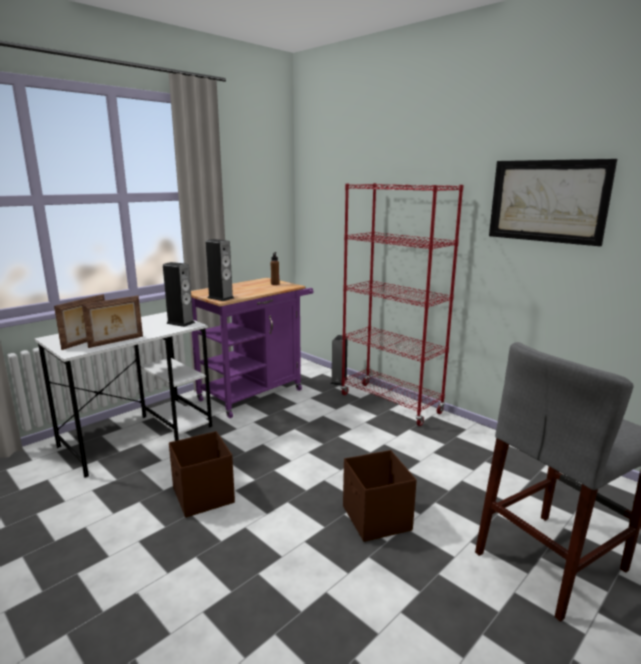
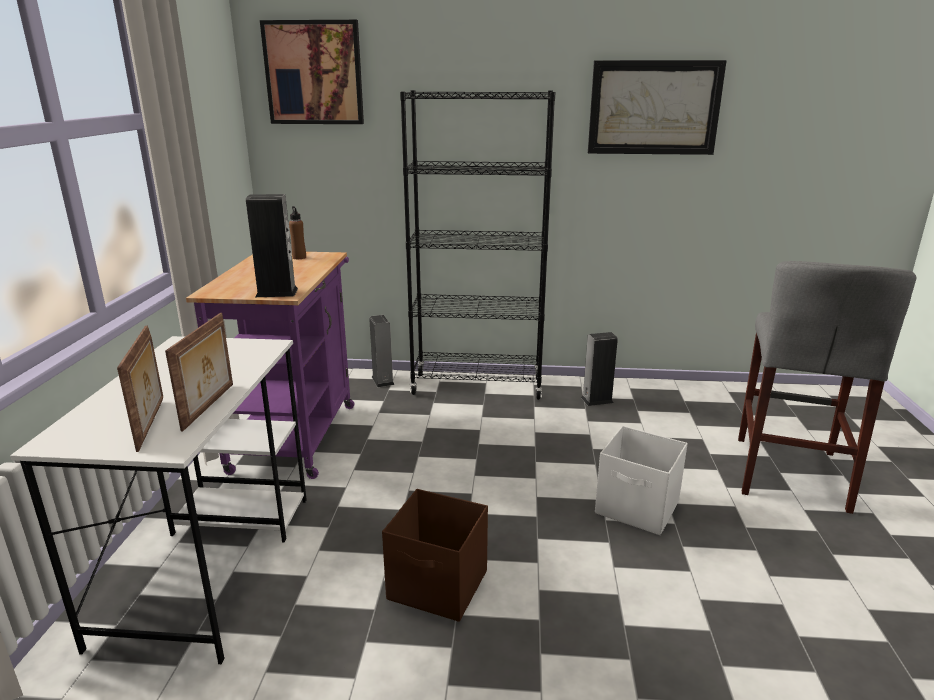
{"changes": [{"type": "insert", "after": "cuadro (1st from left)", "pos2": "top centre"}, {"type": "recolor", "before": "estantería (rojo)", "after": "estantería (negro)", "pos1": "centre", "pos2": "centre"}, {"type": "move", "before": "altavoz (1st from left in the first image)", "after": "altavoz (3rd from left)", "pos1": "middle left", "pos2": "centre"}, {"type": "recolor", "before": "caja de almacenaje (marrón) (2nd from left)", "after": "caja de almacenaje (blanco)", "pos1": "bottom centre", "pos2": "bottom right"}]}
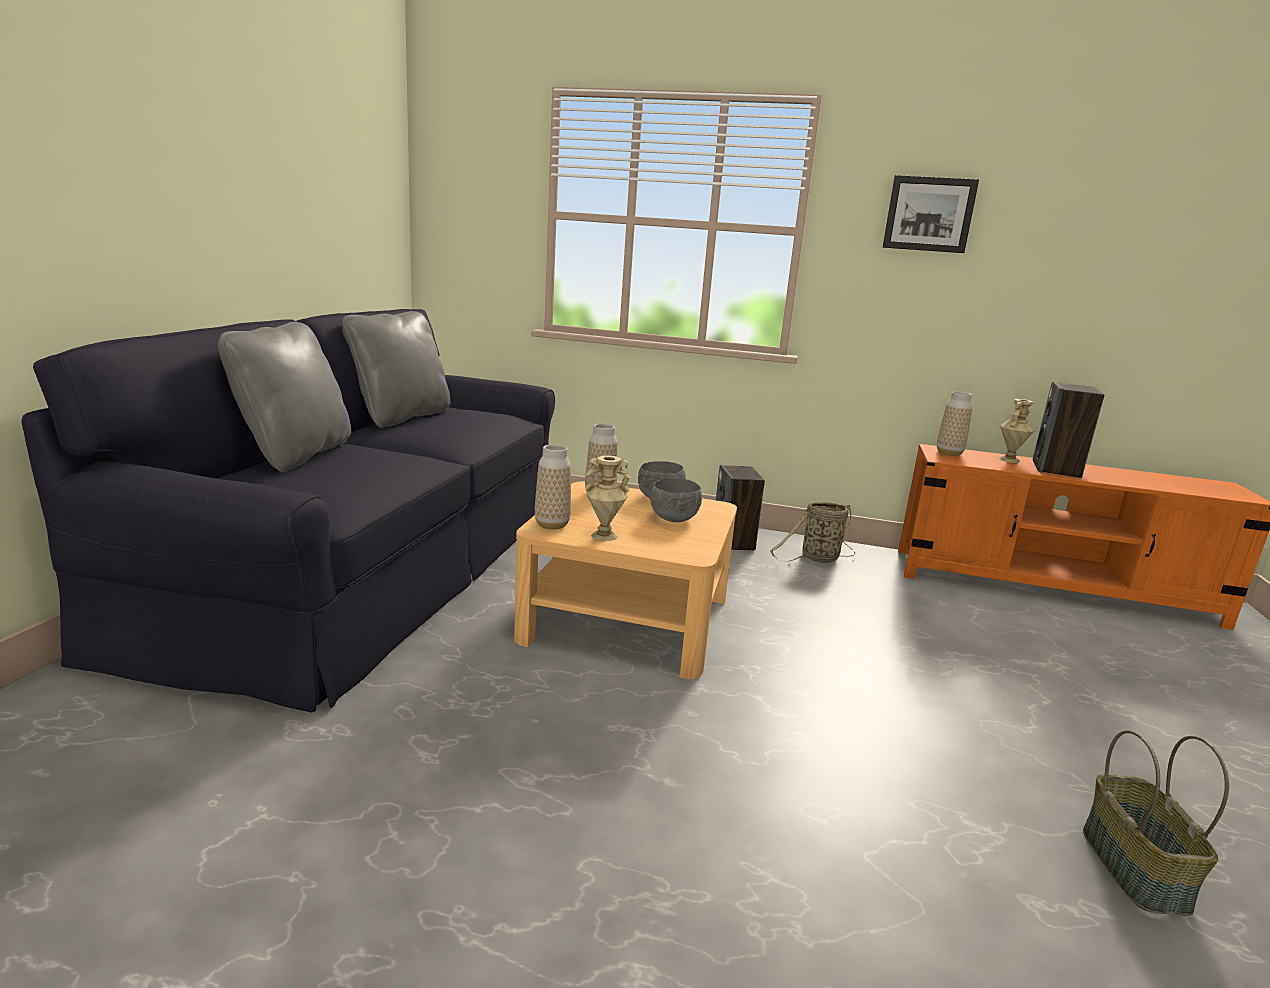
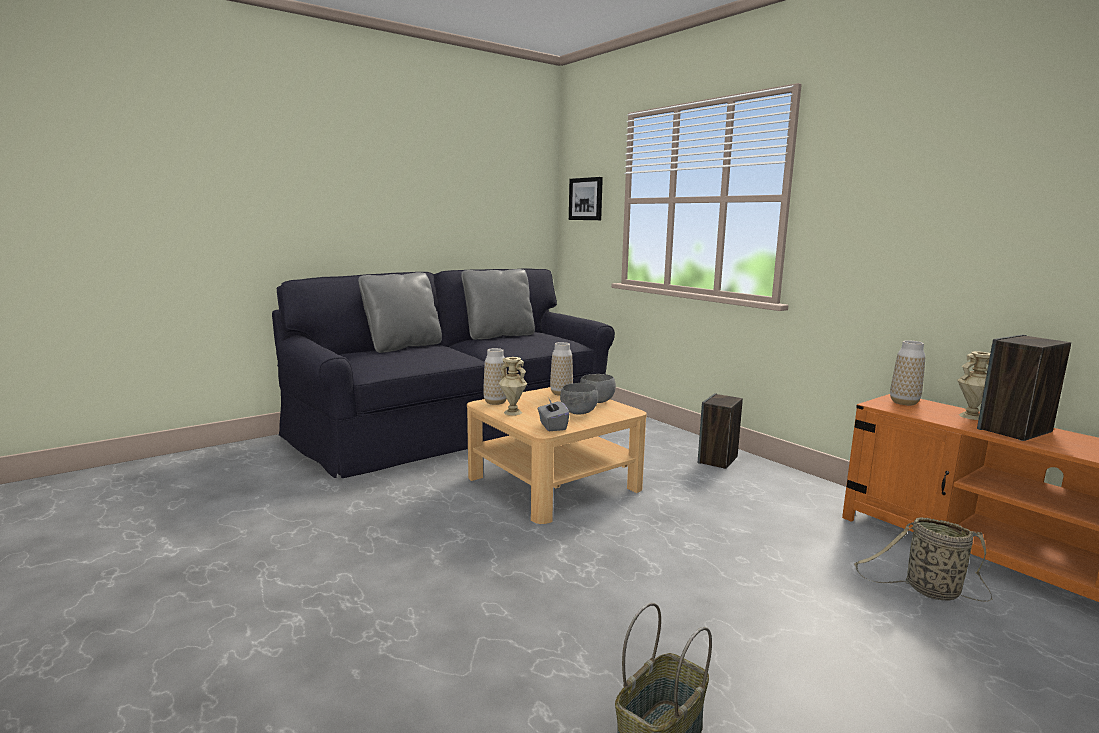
{"changes": [{"type": "insert", "after": "caja de pañuelos (gris)", "pos2": "centre"}, {"type": "move", "before": "cuadro", "pos1": "top right", "pos2": "top centre"}, {"type": "move", "before": "cesta (1st from left in the first image)", "after": "cesta (2nd from left)", "pos1": "centre", "pos2": "bottom right"}]}
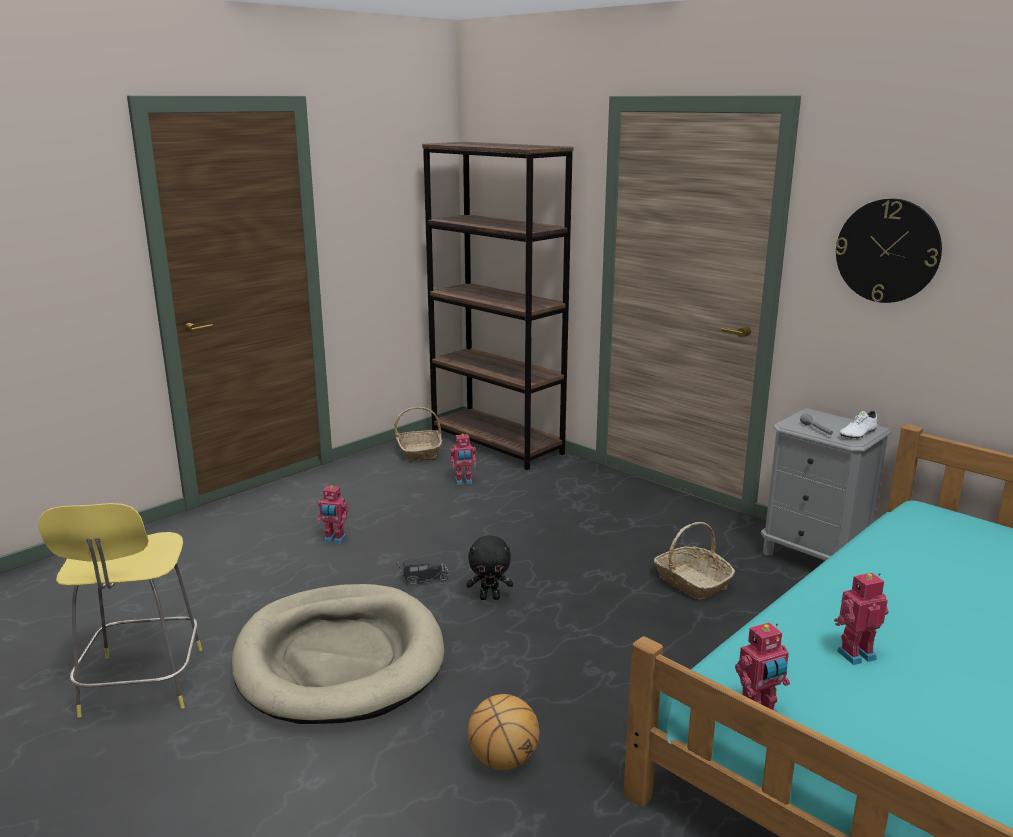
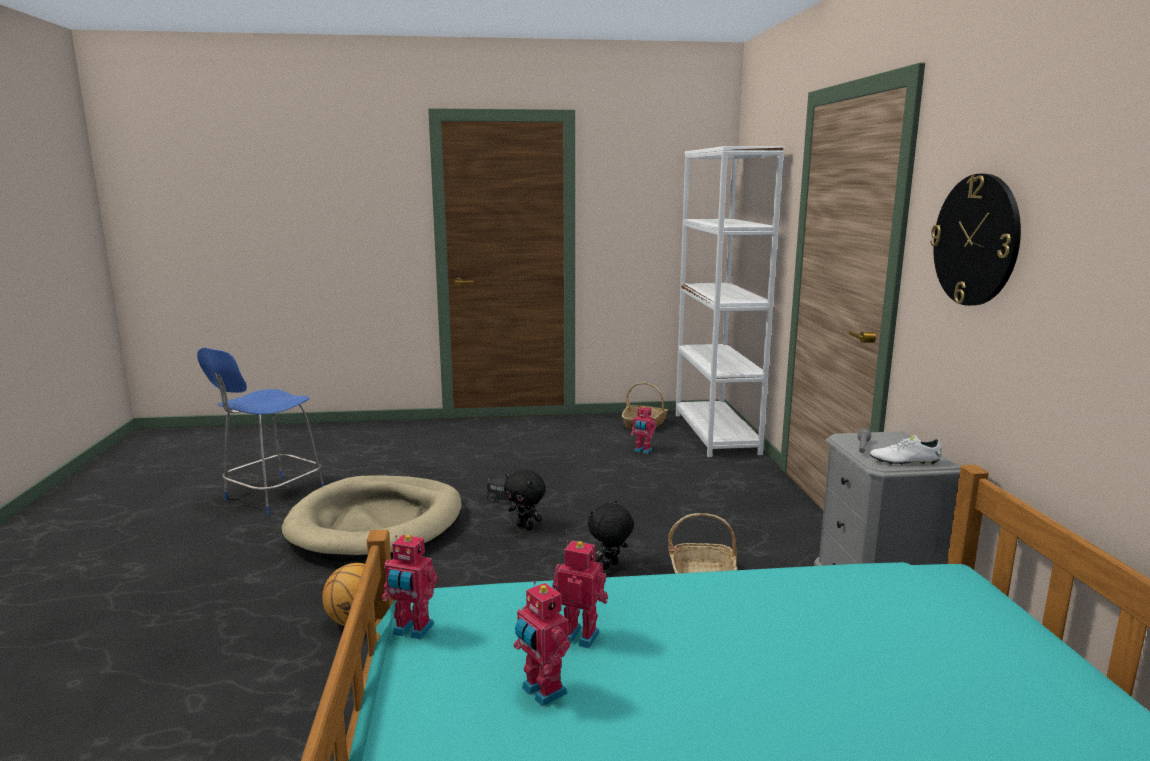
{"changes": [{"type": "recolor", "before": "taburete (amarillo)", "after": "taburete (azul)", "pos1": "bottom left", "pos2": "middle left"}, {"type": "move", "before": "robot de juguete (1st from left in the first image)", "after": "robot de juguete (2nd from left)", "pos1": "middle left", "pos2": "bottom centre"}, {"type": "insert", "after": "peluche (negro) (2nd from left)", "pos2": "bottom centre"}, {"type": "recolor", "before": "estantería (marrón)", "after": "estantería (blanco)", "pos1": "centre", "pos2": "centre"}]}
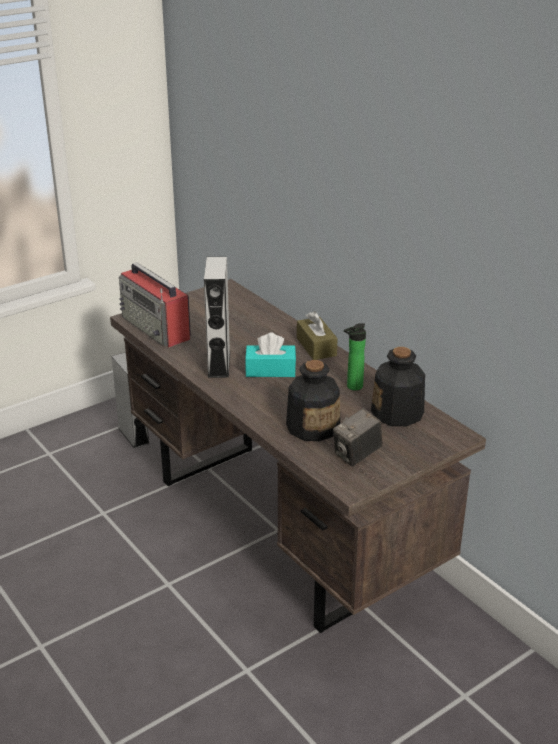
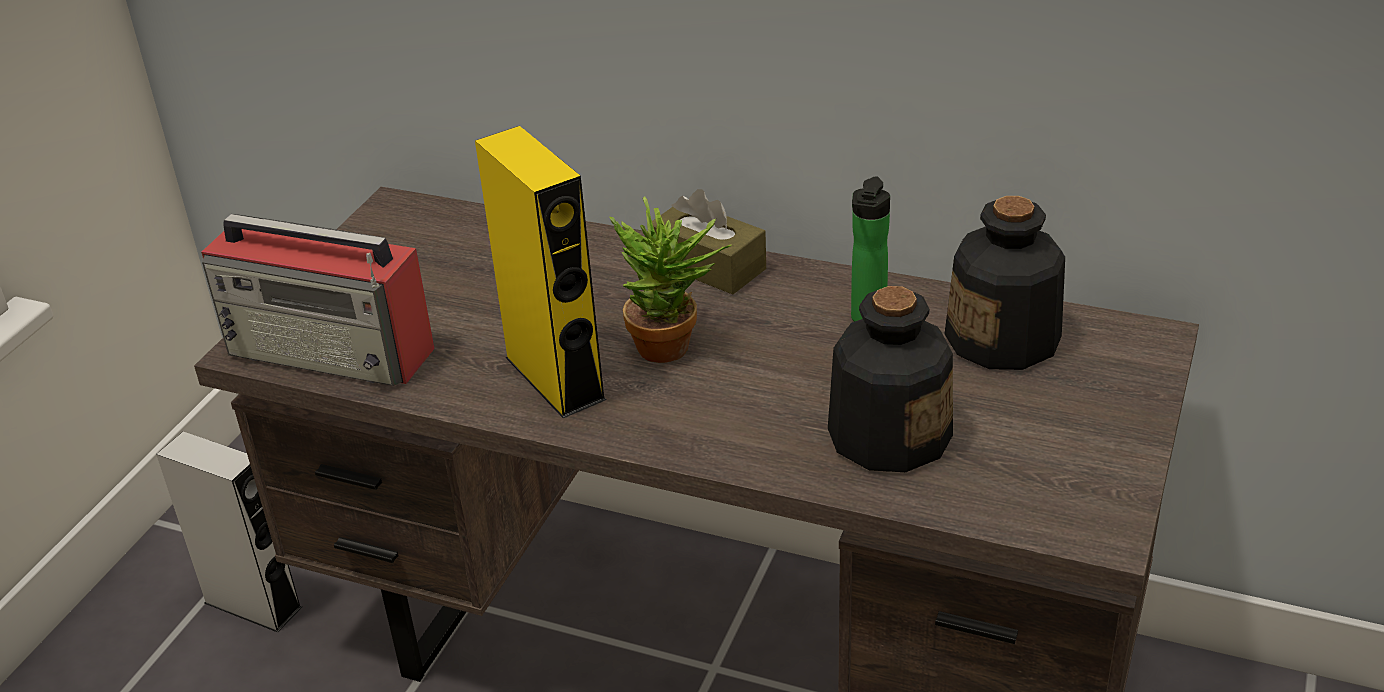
{"changes": [{"type": "recolor", "before": "altavoz (gris) (2nd from left)", "after": "altavoz (amarillo)", "pos1": "centre", "pos2": "centre"}, {"type": "replace", "before": "caja de pañuelos (turquesa)", "after": "planta en maceta", "pos1": "centre", "pos2": "centre"}, {"type": "delete", "before": "cámara", "pos1": "centre"}]}
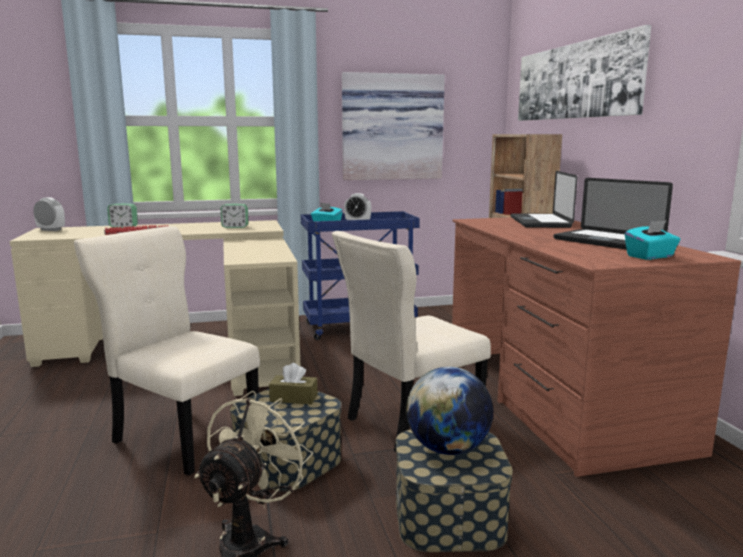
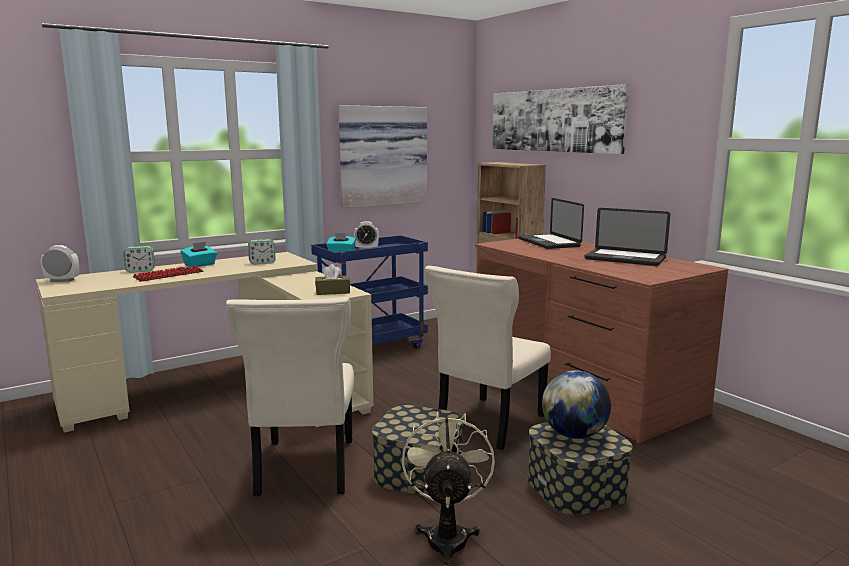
{"changes": [{"type": "move", "before": "caja de pañuelos (turquesa) (2nd from left in the first image)", "after": "caja de pañuelos (turquesa) (1st from left)", "pos1": "middle right", "pos2": "middle left"}, {"type": "rotate", "before": "silla (beis) (1st from left)", "pos1": "middle left", "pos2": "bottom centre", "turn": -105}, {"type": "move", "before": "caja de pañuelos (marrón)", "pos1": "bottom centre", "pos2": "centre"}]}
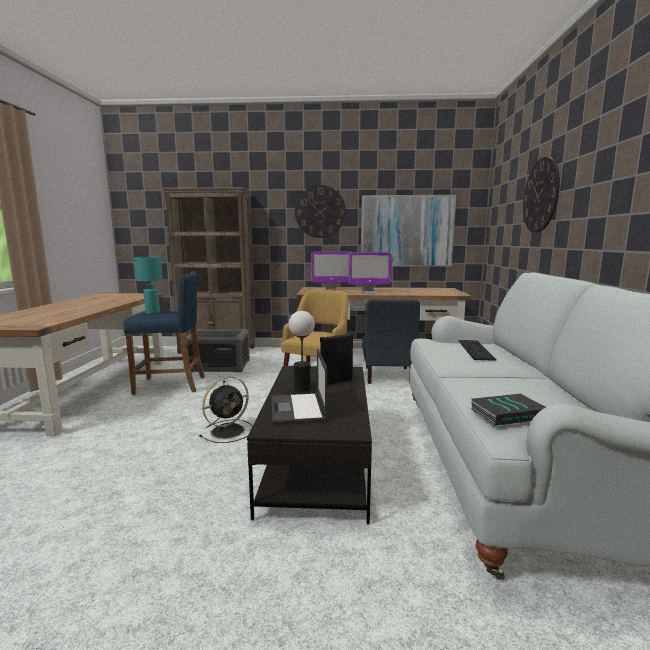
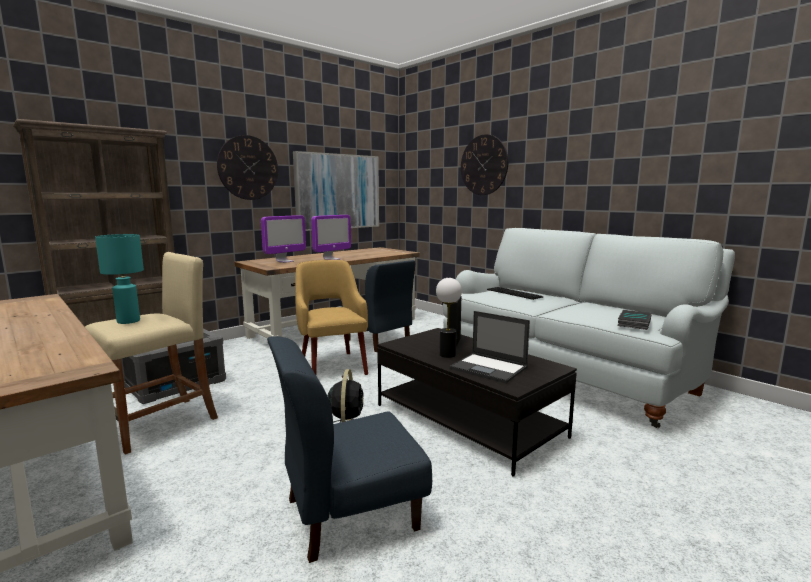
{"changes": [{"type": "recolor", "before": "taburete (azul)", "after": "taburete (beis)", "pos1": "middle left", "pos2": "middle left"}, {"type": "insert", "after": "silla (azul) (1st from left)", "pos2": "bottom centre"}]}
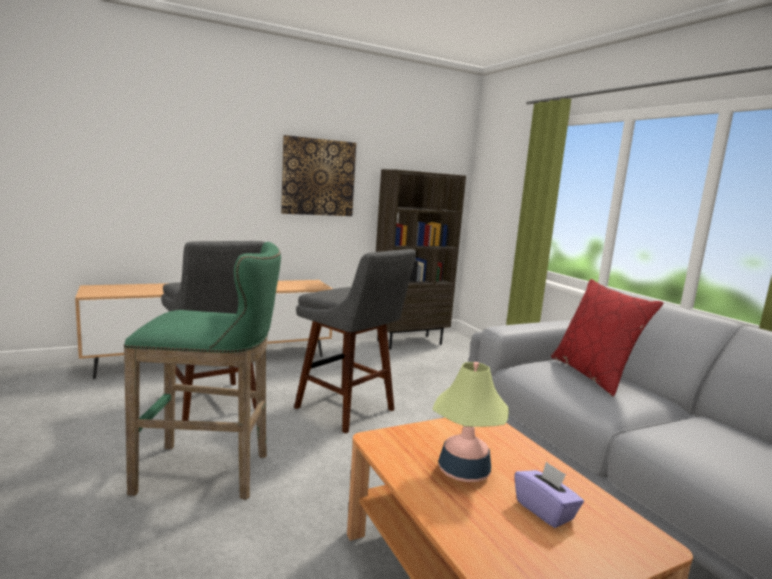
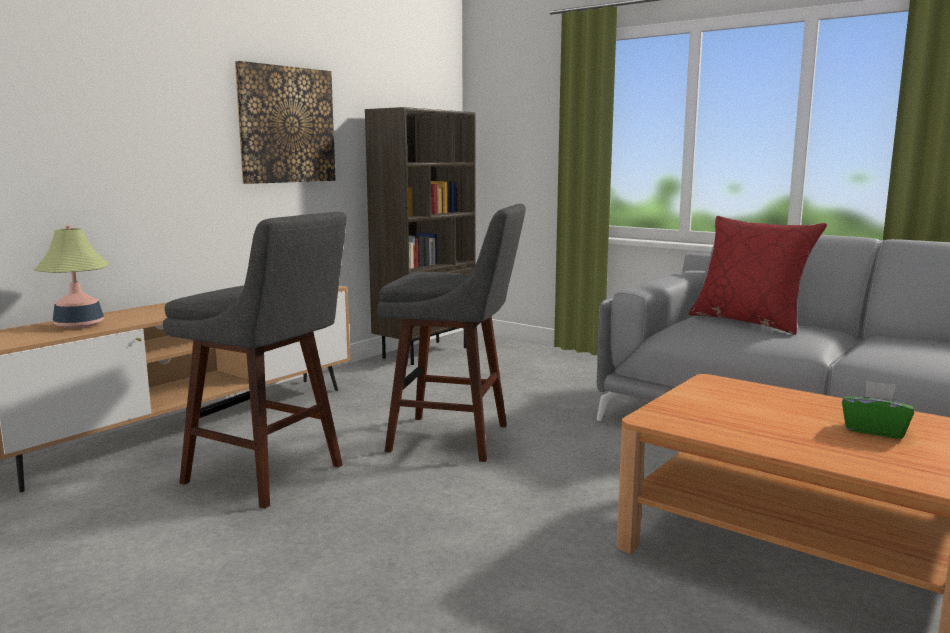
{"changes": [{"type": "move", "before": "lámpara de mesa", "pos1": "bottom centre", "pos2": "middle left"}, {"type": "recolor", "before": "caja de pañuelos (morado)", "after": "caja de pañuelos (verde)", "pos1": "bottom right", "pos2": "middle right"}, {"type": "delete", "before": "taburete (verde)", "pos1": "middle left"}]}
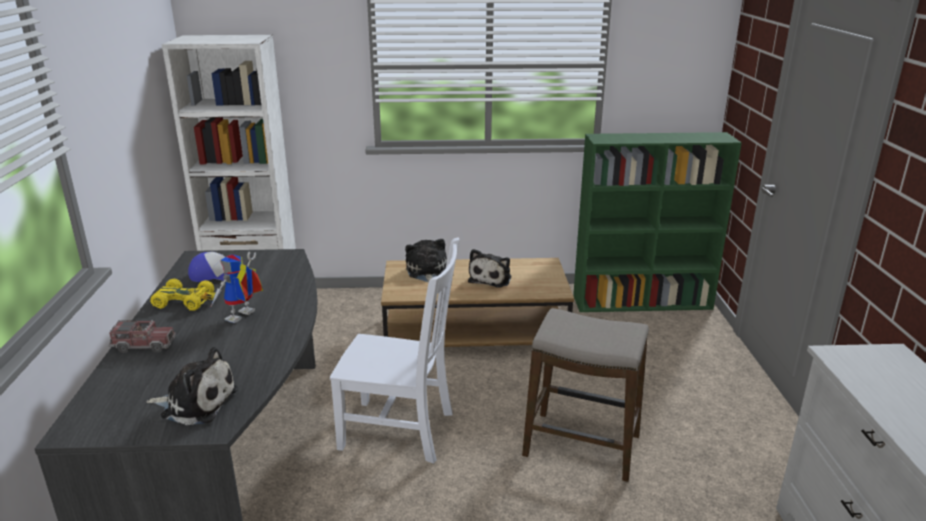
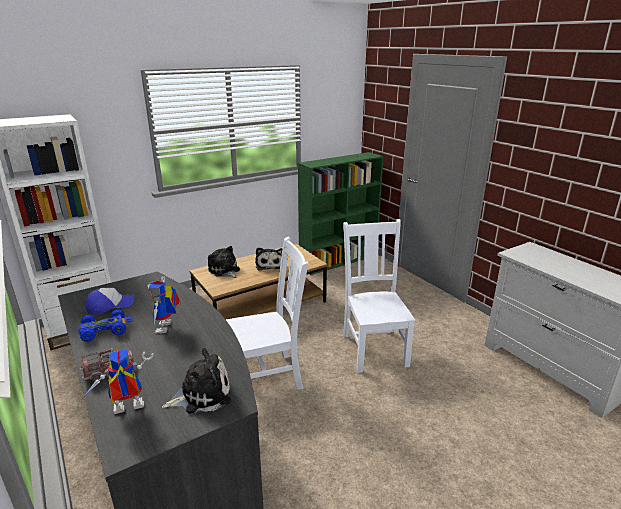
{"changes": [{"type": "recolor", "before": "coche de juguete (amarillo)", "after": "coche de juguete (azul)", "pos1": "middle left", "pos2": "middle left"}, {"type": "insert", "after": "robot de juguete (1st from left)", "pos2": "bottom left"}, {"type": "replace", "before": "taburete", "after": "silla (blanco) (2nd from left)", "pos1": "bottom centre", "pos2": "centre"}]}
